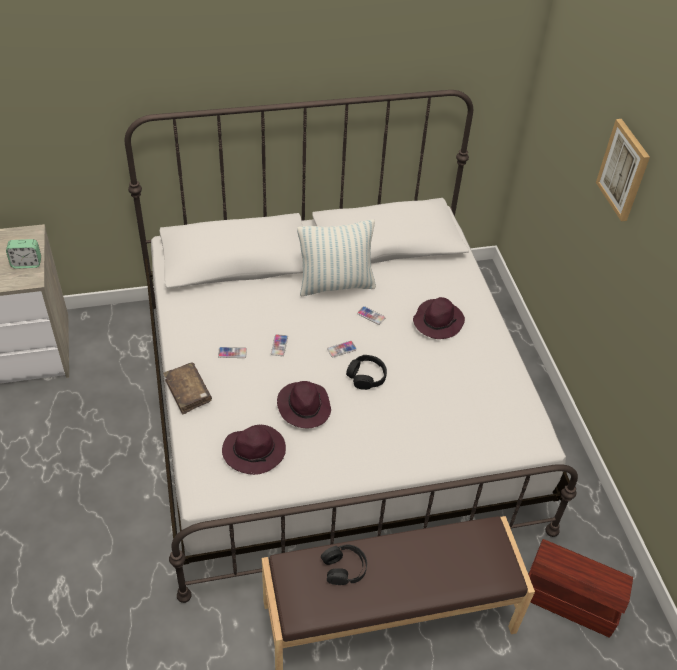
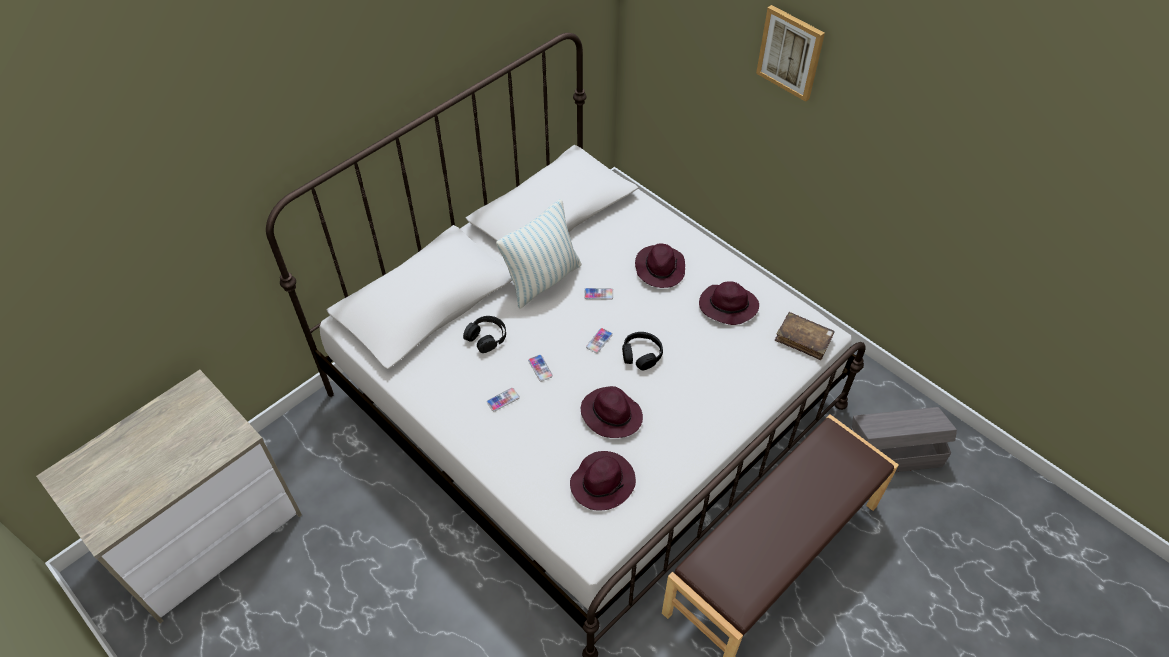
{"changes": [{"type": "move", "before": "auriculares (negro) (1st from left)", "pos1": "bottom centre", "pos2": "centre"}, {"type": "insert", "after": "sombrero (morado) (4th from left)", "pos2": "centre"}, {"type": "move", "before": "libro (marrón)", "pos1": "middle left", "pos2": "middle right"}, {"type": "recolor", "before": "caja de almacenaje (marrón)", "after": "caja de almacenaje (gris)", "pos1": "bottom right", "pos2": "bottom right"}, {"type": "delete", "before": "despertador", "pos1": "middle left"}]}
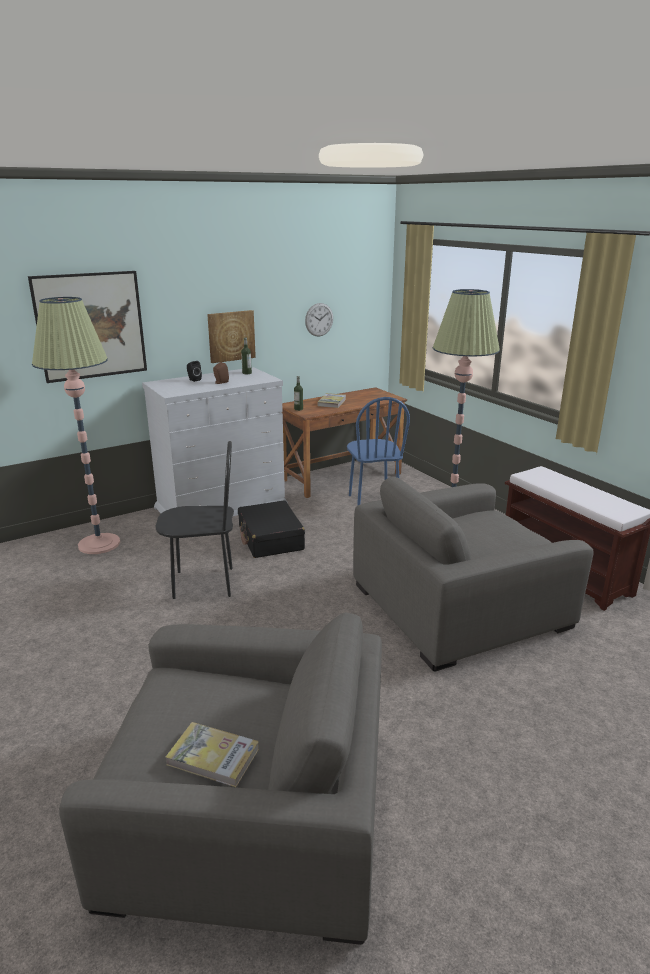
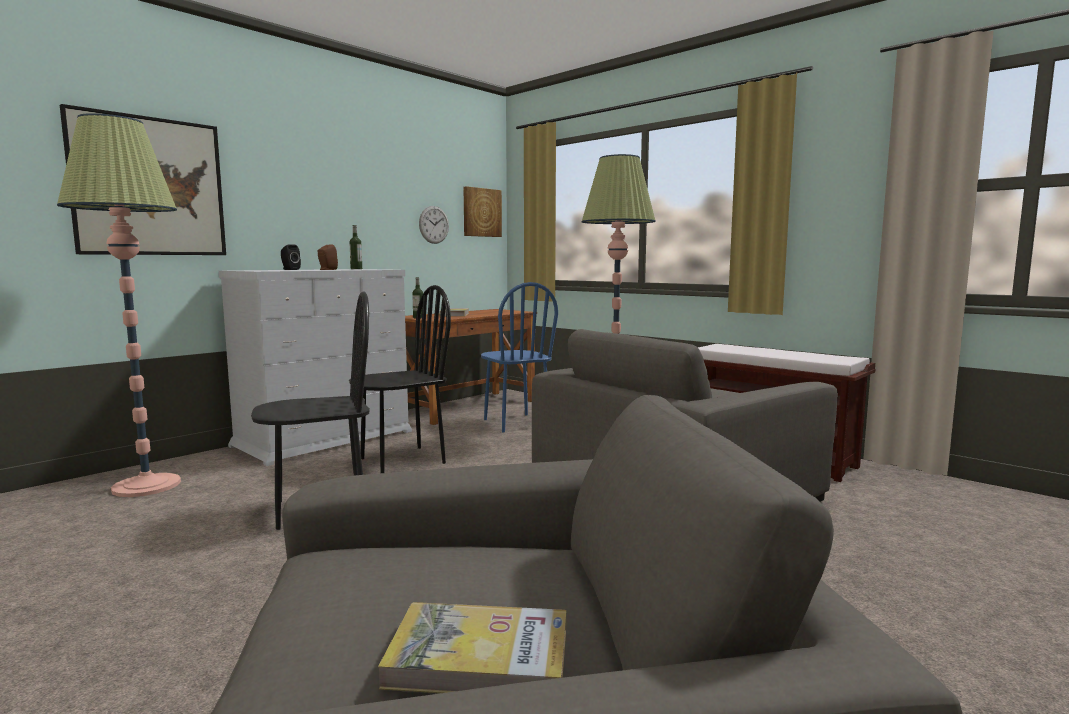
{"changes": [{"type": "replace", "before": "maleta (negro)", "after": "silla (negro) (2nd from left)", "pos1": "centre", "pos2": "centre"}, {"type": "move", "before": "cuadro (2nd from left)", "pos1": "centre", "pos2": "top centre"}]}
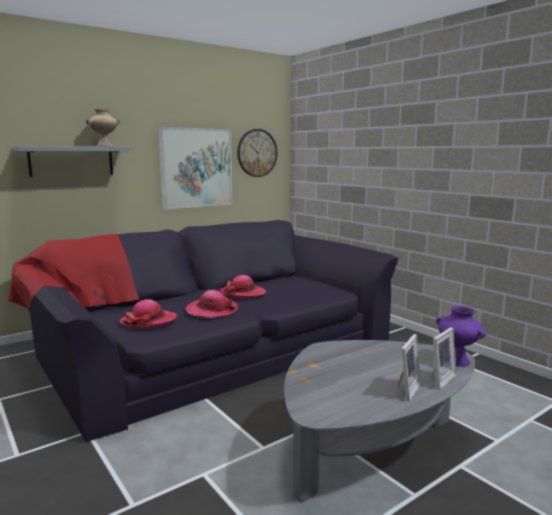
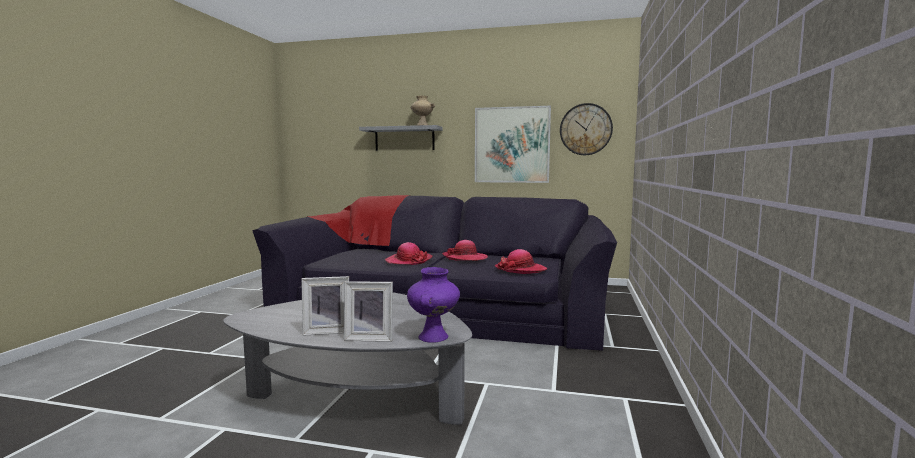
{"changes": [{"type": "move", "before": "sombrero (1st from left in the first image)", "after": "sombrero (3rd from left)", "pos1": "middle left", "pos2": "centre"}]}
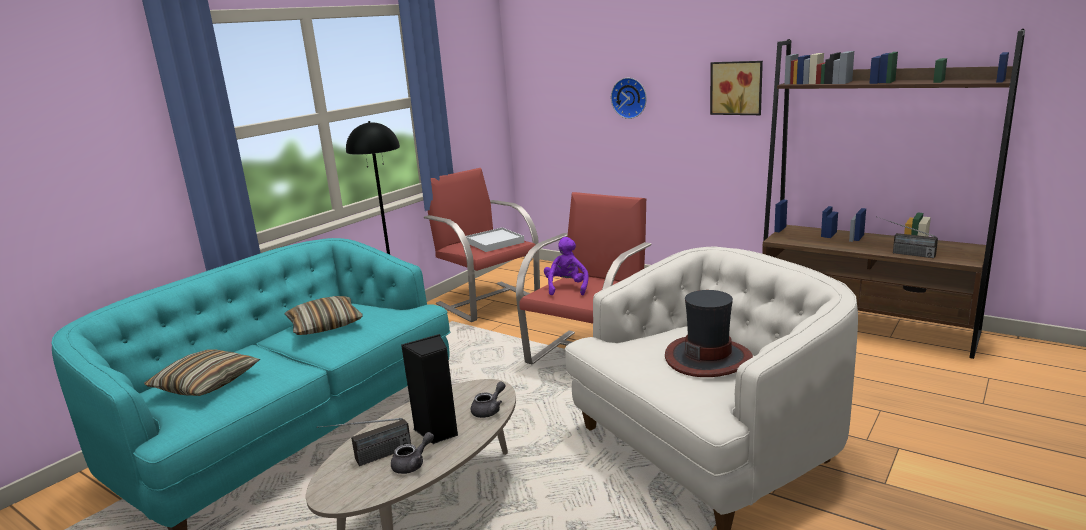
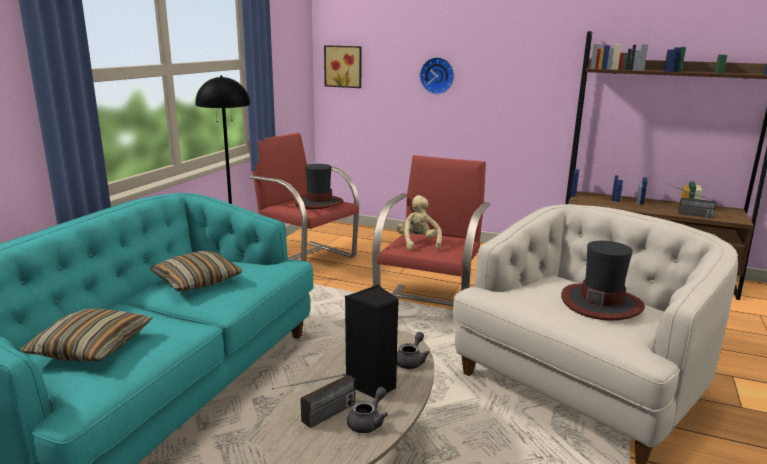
{"changes": [{"type": "replace", "before": "bandeja (blanco)", "after": "sombrero (1st from left)", "pos1": "centre", "pos2": "centre"}, {"type": "move", "before": "cuadro", "pos1": "top right", "pos2": "top centre"}, {"type": "recolor", "before": "peluche (morado)", "after": "peluche (beis)", "pos1": "centre", "pos2": "centre"}]}
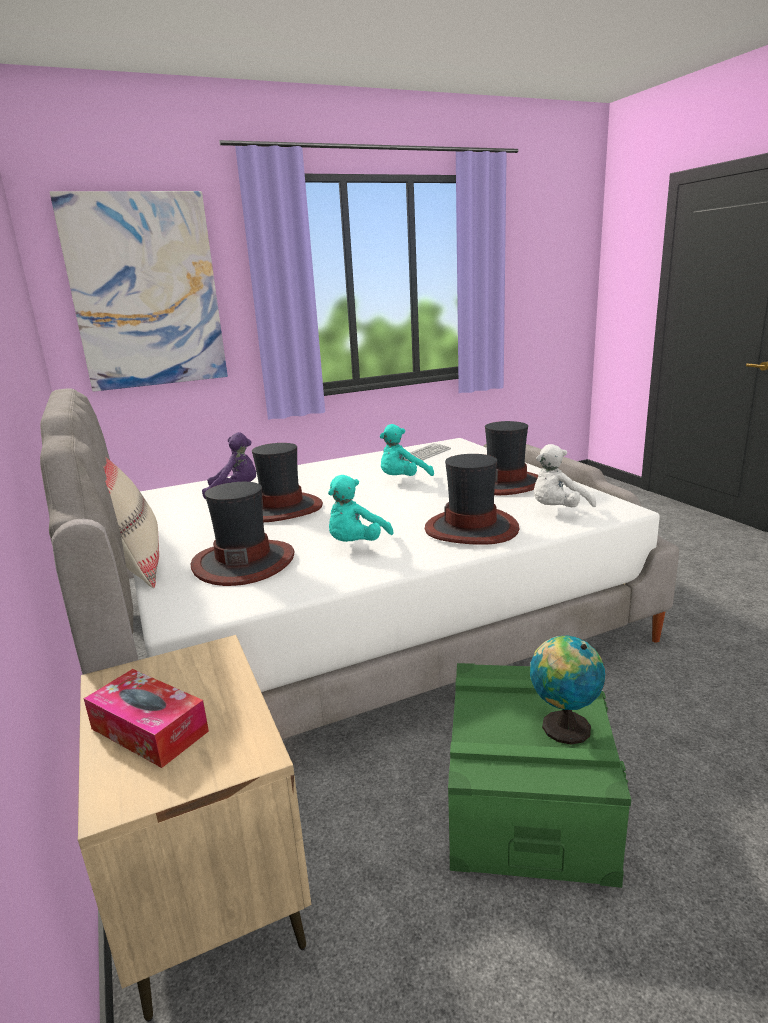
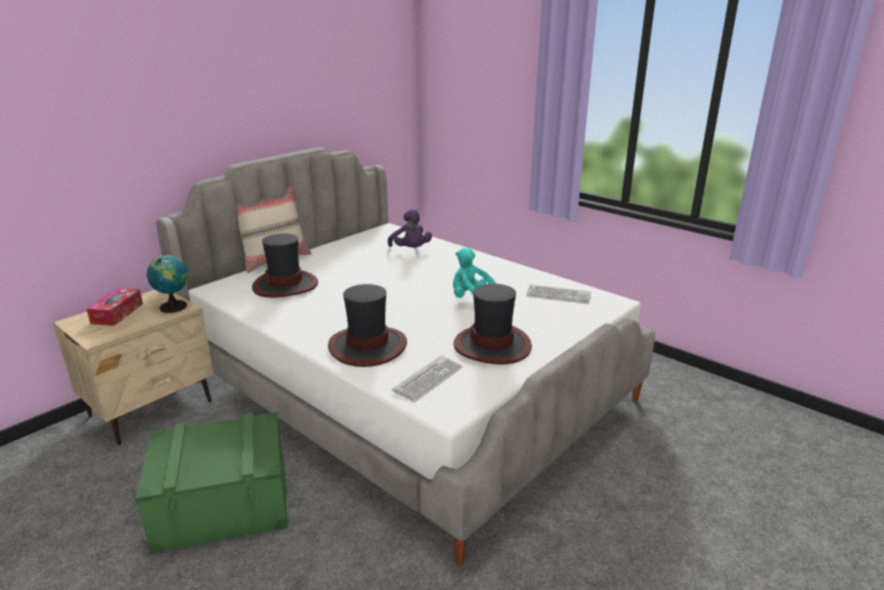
{"changes": [{"type": "move", "before": "globo terráqueo", "pos1": "bottom right", "pos2": "middle left"}, {"type": "replace", "before": "peluche (blanco)", "after": "teclado (1st from left)", "pos1": "middle right", "pos2": "centre"}, {"type": "delete", "before": "cuadro", "pos1": "top left"}, {"type": "delete", "before": "sombrero (2nd from left)", "pos1": "centre"}, {"type": "delete", "before": "peluche (turquesa) (1st from left)", "pos1": "centre"}]}
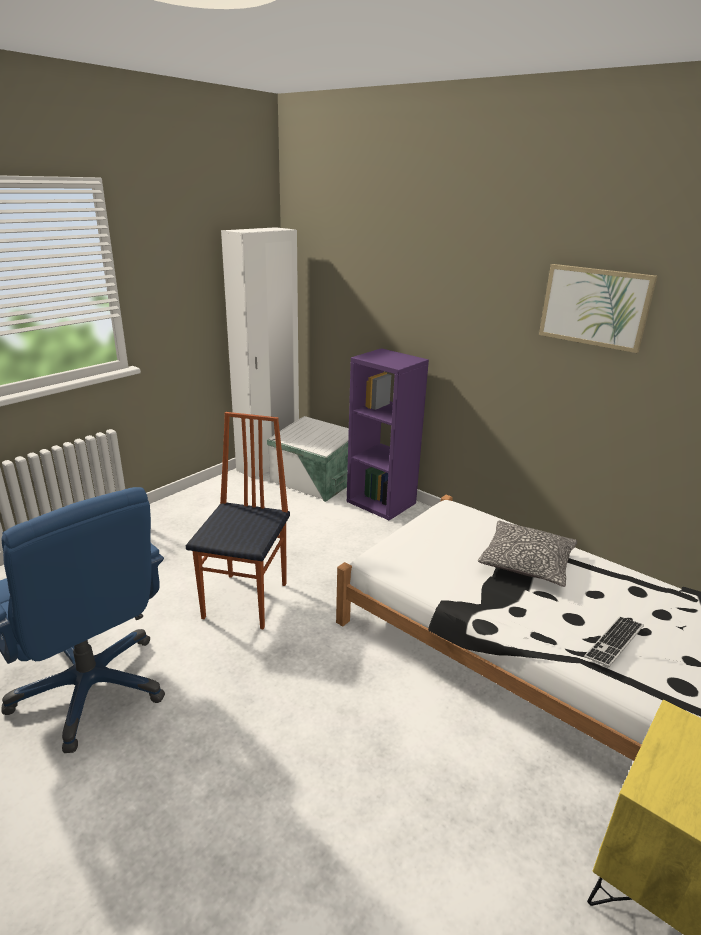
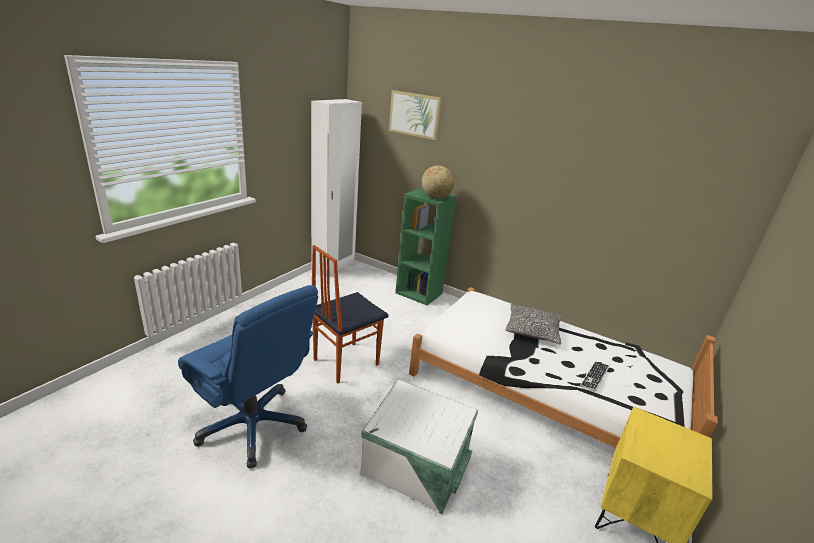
{"changes": [{"type": "rotate", "before": "silla", "pos1": "centre", "pos2": "centre", "turn": -135}, {"type": "move", "before": "caja de almacenaje (blanco)", "pos1": "centre", "pos2": "bottom centre"}, {"type": "move", "before": "cuadro", "pos1": "top right", "pos2": "top centre"}, {"type": "recolor", "before": "estantería (morado)", "after": "estantería (verde)", "pos1": "centre", "pos2": "centre"}, {"type": "insert", "after": "globo terráqueo", "pos2": "centre"}]}
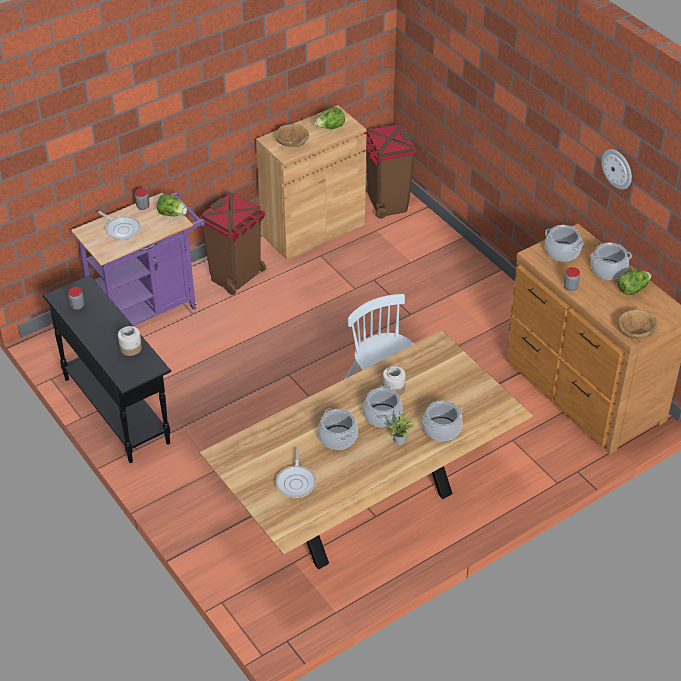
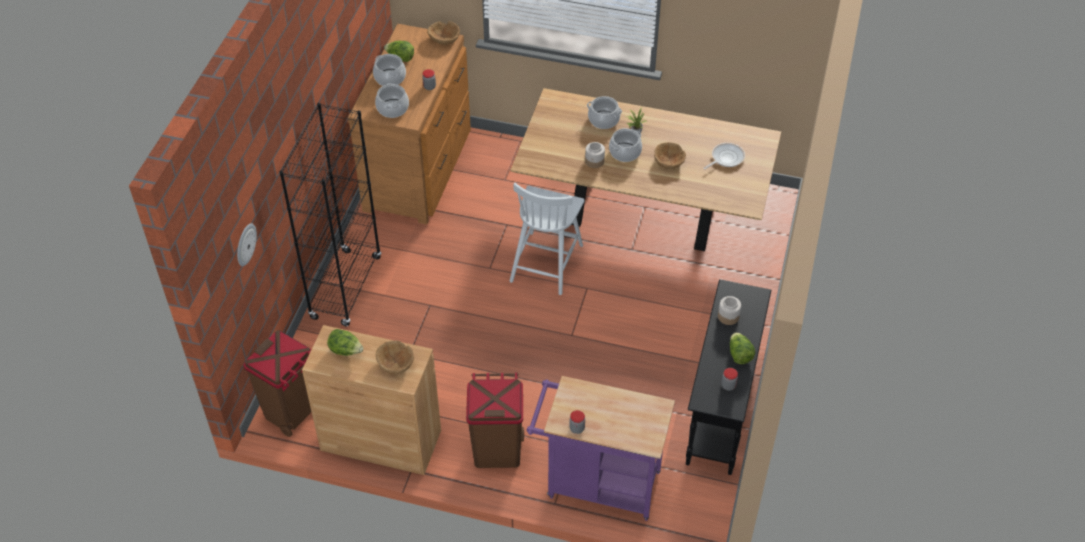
{"changes": [{"type": "move", "before": "reloj de pared", "pos1": "top right", "pos2": "middle left"}, {"type": "insert", "after": "estantería (negro)", "pos2": "middle left"}, {"type": "replace", "before": "olla (1st from left)", "after": "cuenco (marrón) (3rd from left)", "pos1": "centre", "pos2": "top centre"}, {"type": "move", "before": "lechuga (1st from left in the first image)", "after": "lechuga (3rd from left)", "pos1": "top left", "pos2": "middle right"}, {"type": "delete", "before": "sartén (1st from left)", "pos1": "top left"}]}
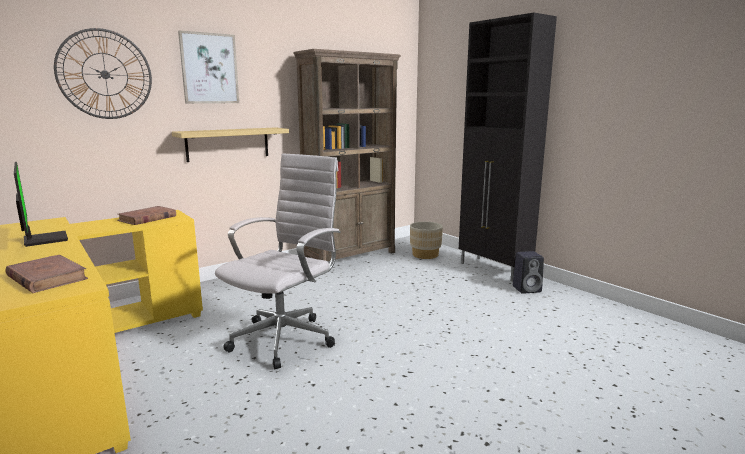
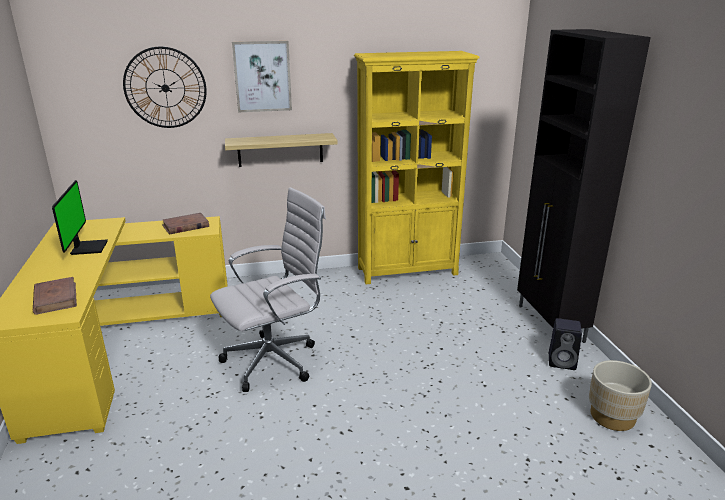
{"changes": [{"type": "recolor", "before": "estantería (marrón)", "after": "estantería (amarillo)", "pos1": "centre", "pos2": "centre"}, {"type": "move", "before": "maceta (beis)", "pos1": "centre", "pos2": "bottom right"}]}
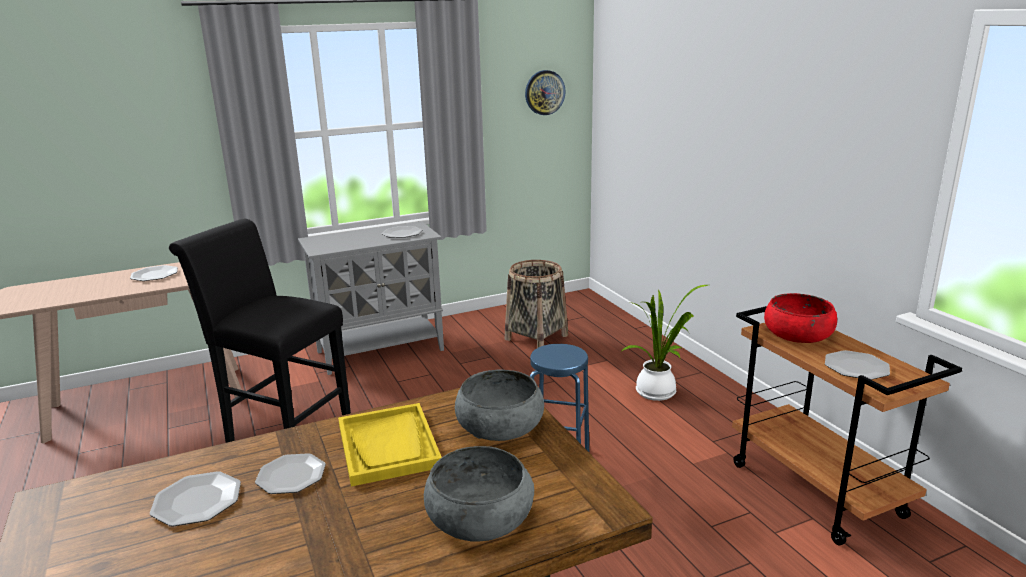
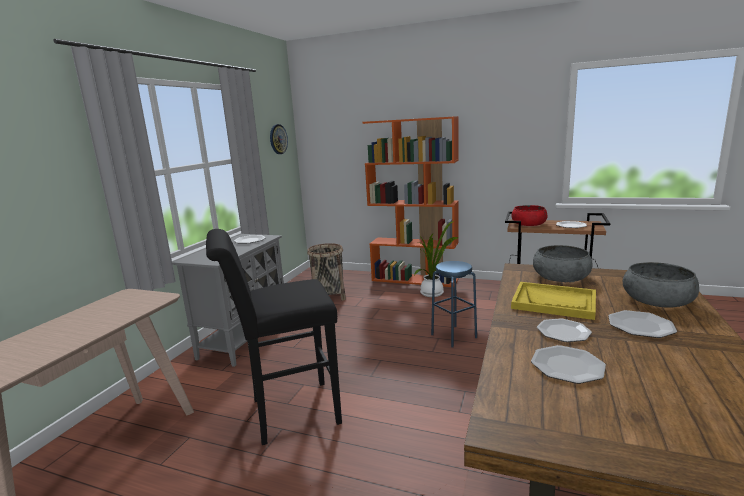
{"changes": [{"type": "insert", "after": "estantería (naranja)", "pos2": "centre"}, {"type": "move", "before": "plato (1st from left in the first image)", "after": "plato (5th from left)", "pos1": "middle left", "pos2": "middle right"}]}
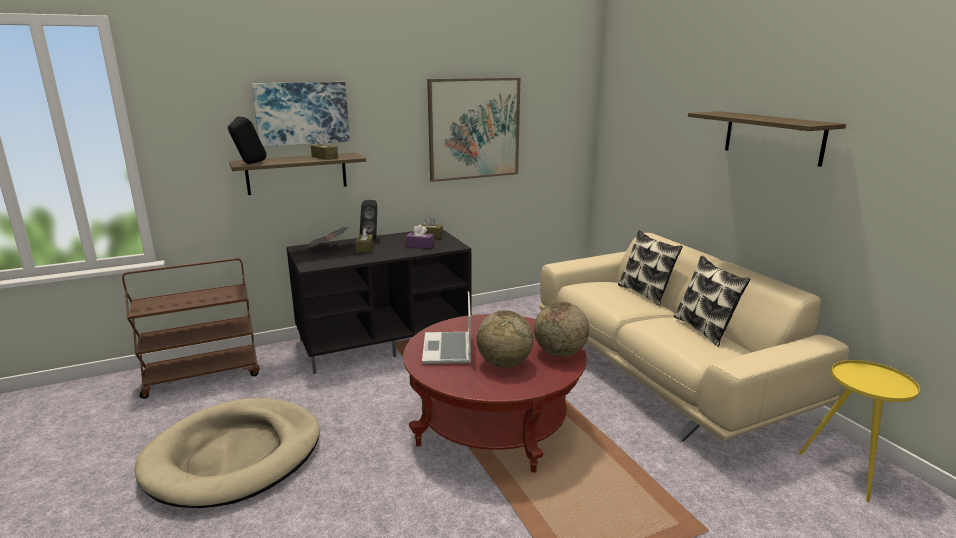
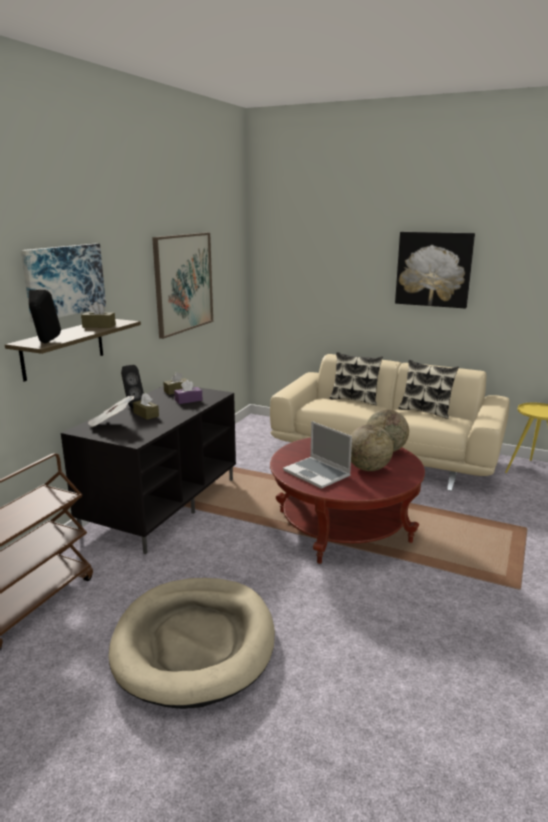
{"changes": [{"type": "replace", "before": "estante (2nd from left)", "after": "cuadro (3rd from left)", "pos1": "top right", "pos2": "top right"}]}
